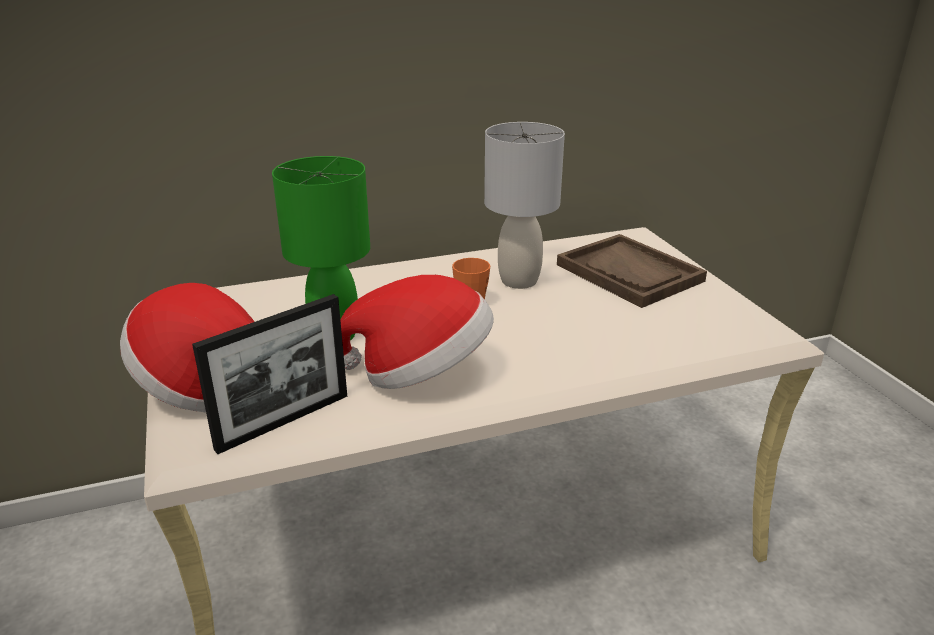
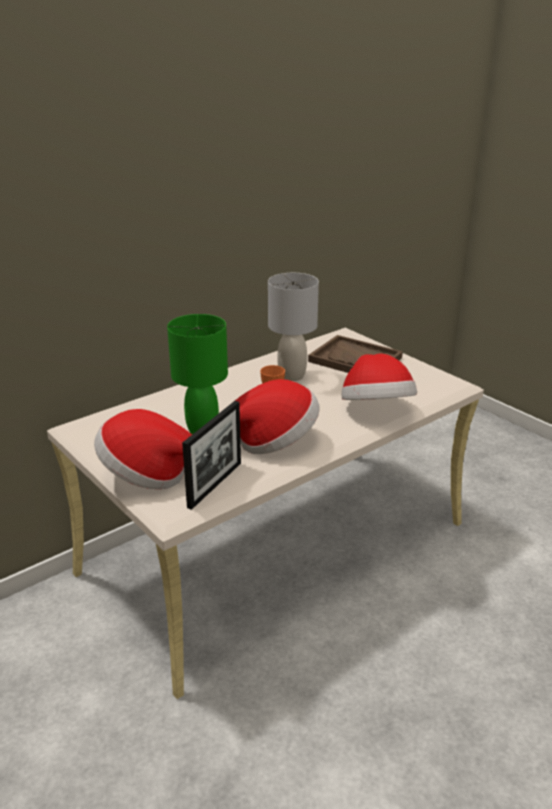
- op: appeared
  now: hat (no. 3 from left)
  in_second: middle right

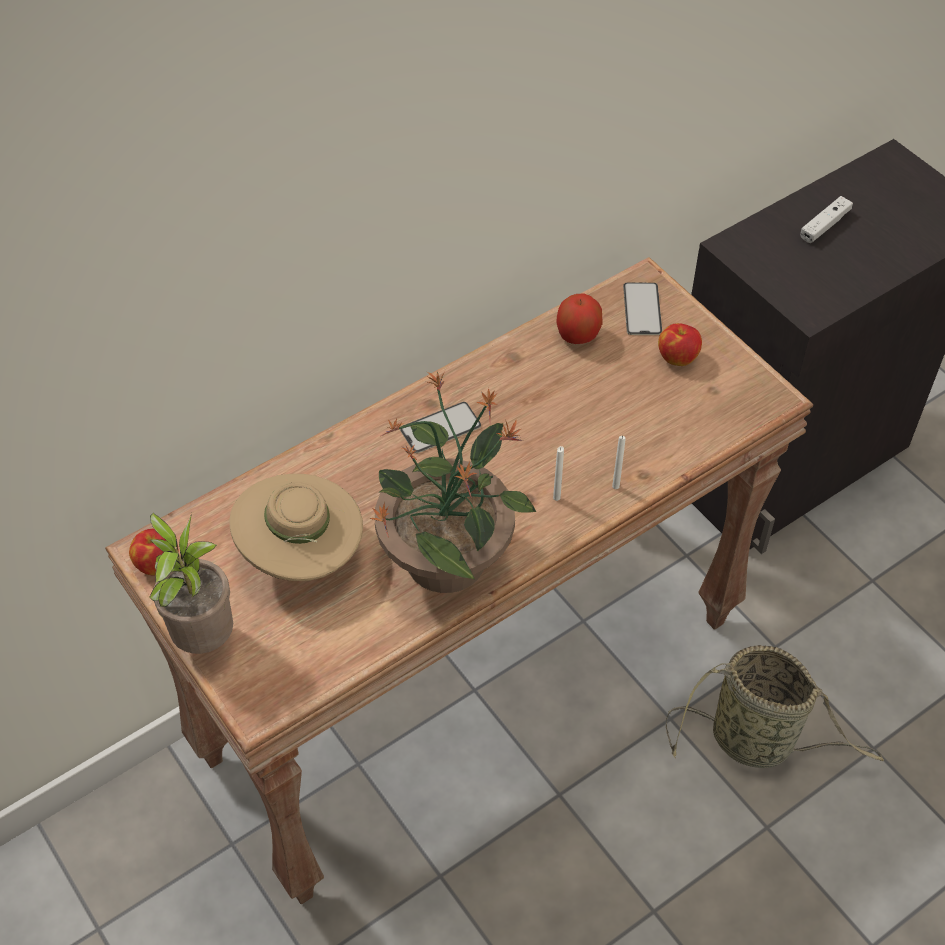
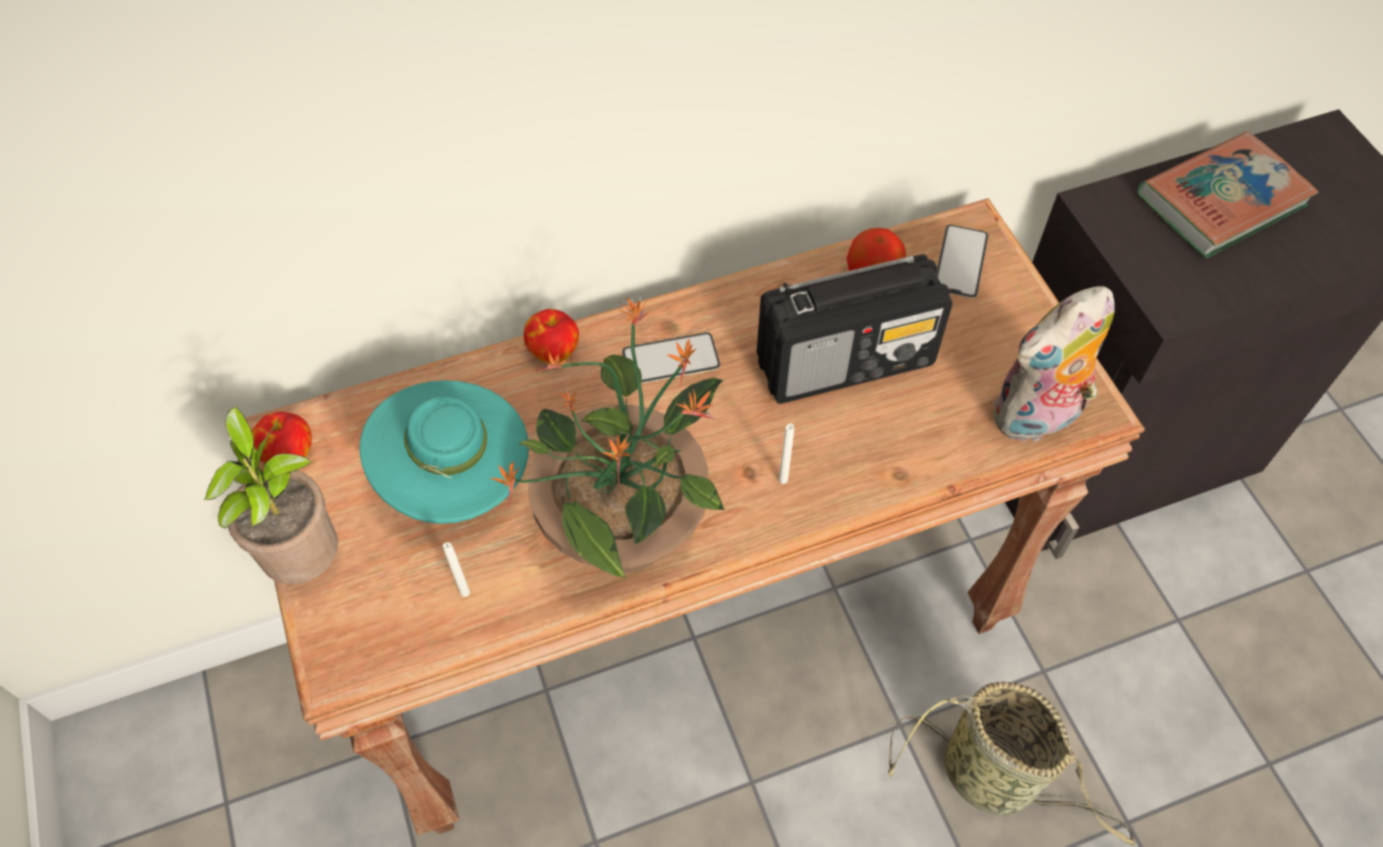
- op: colour
  was: beige_hat
  now: turquoise_hat
  in_first: middle left
  in_second: middle left
- op: relocated
  was: white_candle (no. 2 from left in the first image)
  now: white_candle (no. 1 from left)
  in_first: centre
  in_second: bottom left
- op: relocated
  was: apple (no. 3 from left in the first image)
  now: apple (no. 2 from left)
  in_first: middle right
  in_second: centre
- op: appeared
  now: radio
  in_second: centre
- op: appeared
  now: plush_toy
  in_second: middle right
- op: exchanged
  was: white_game_controller
  now: book
  in_first: top right
  in_second: top right

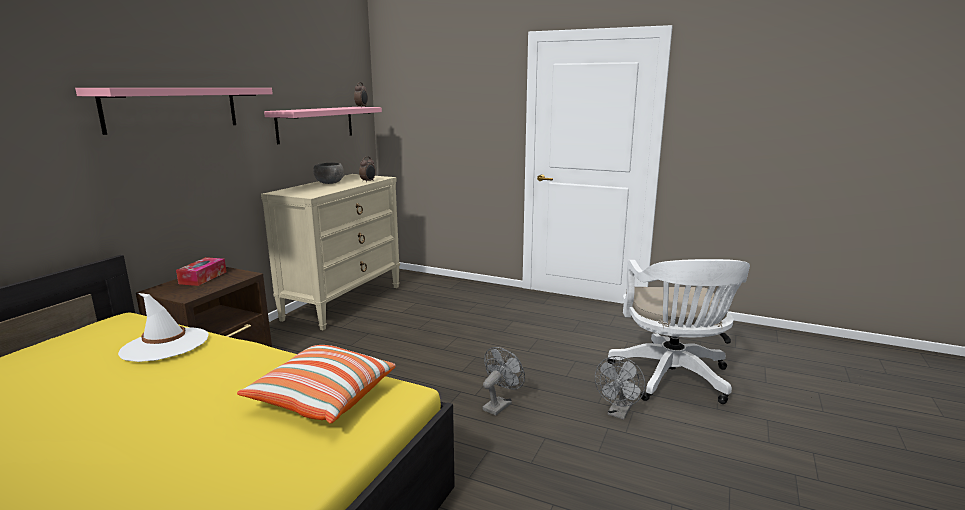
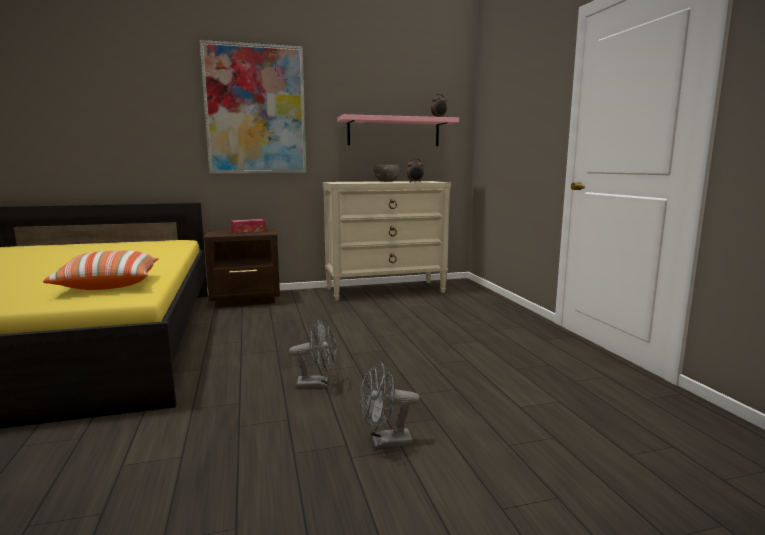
- op: exchanged
  was: pink_shelf (no. 1 from left)
  now: picture
  in_first: top left
  in_second: top left
- op: missing
  was: white_hat
  in_first: middle left
- op: missing
  was: white_office_chair
  in_first: middle right

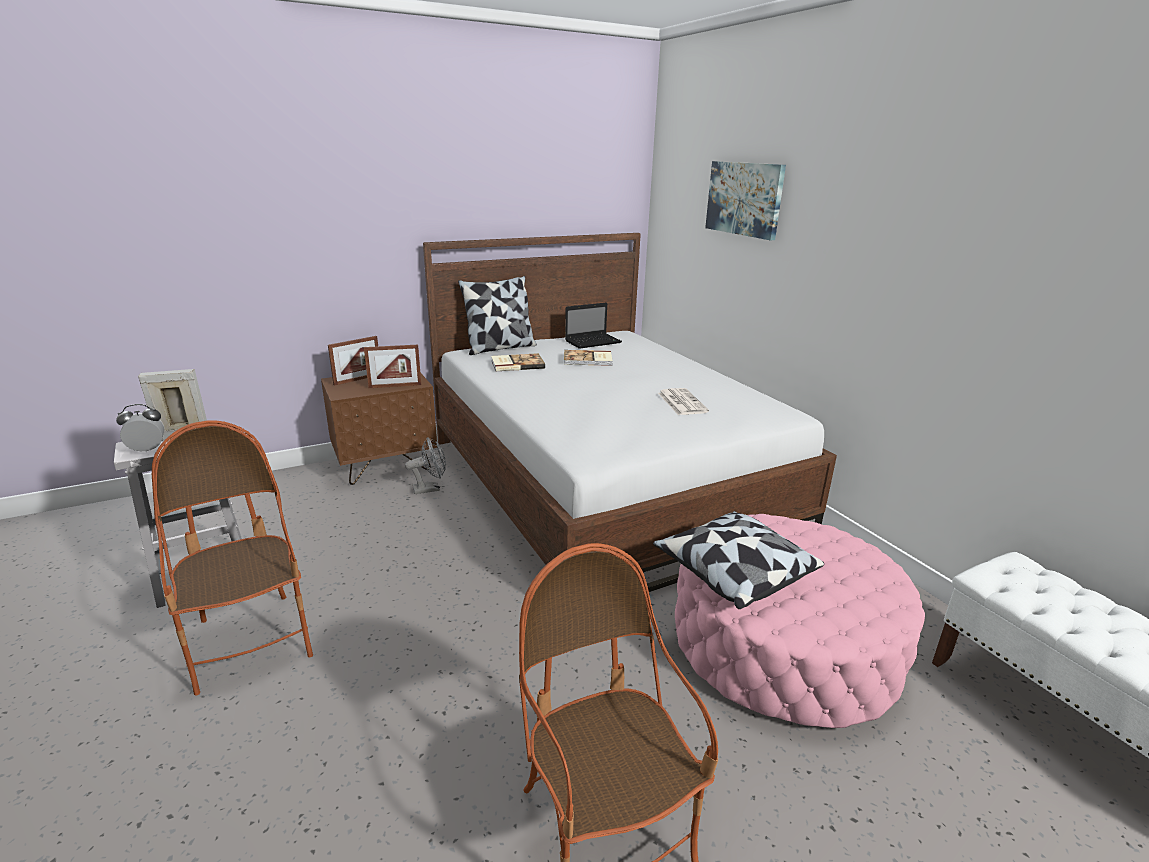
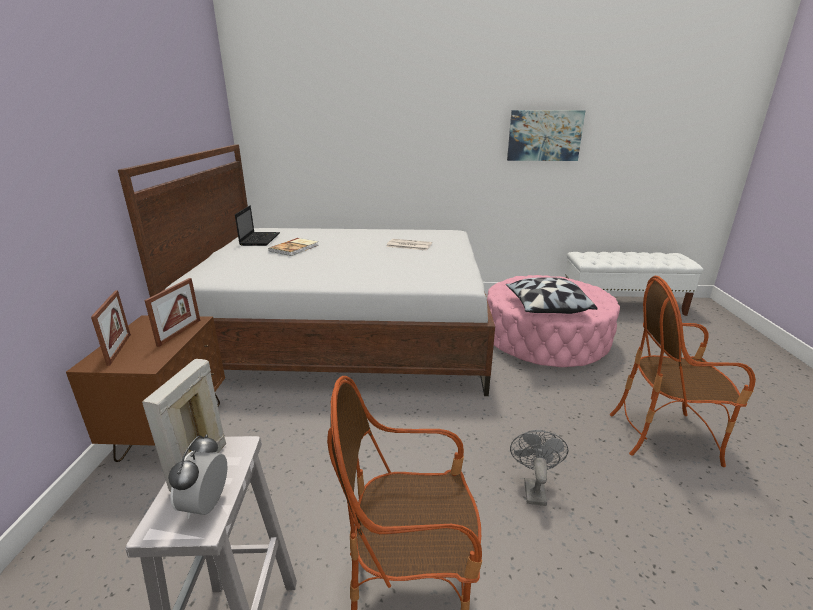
- op: relocated
  was: picture
  in_first: top centre
  in_second: top right
- op: relocated
  was: grey_fan
  in_first: centre
  in_second: bottom centre
- op: missing
  was: pillow (no. 1 from left)
  in_first: centre
- op: missing
  was: book (no. 1 from left)
  in_first: centre

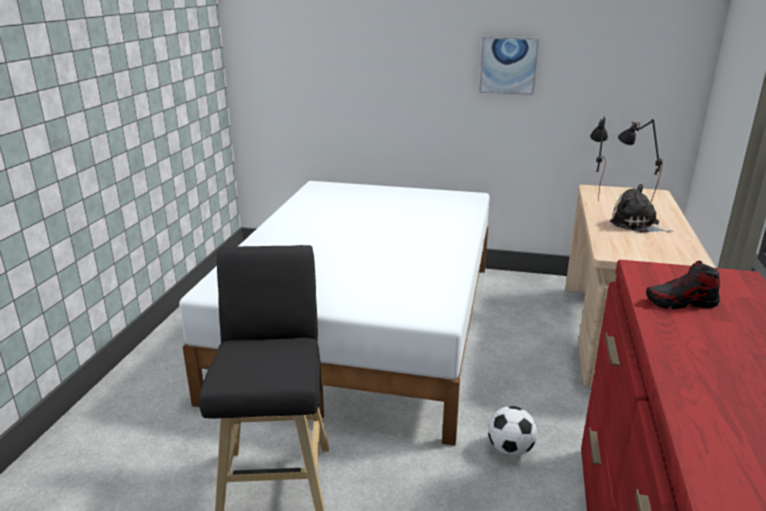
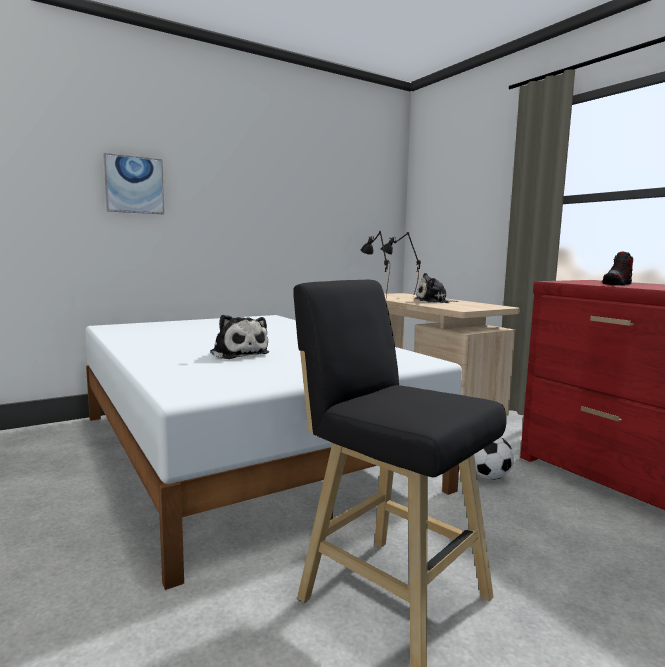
- op: relocated
  was: picture
  in_first: top centre
  in_second: top left
- op: appeared
  now: plush_toy (no. 1 from left)
  in_second: centre

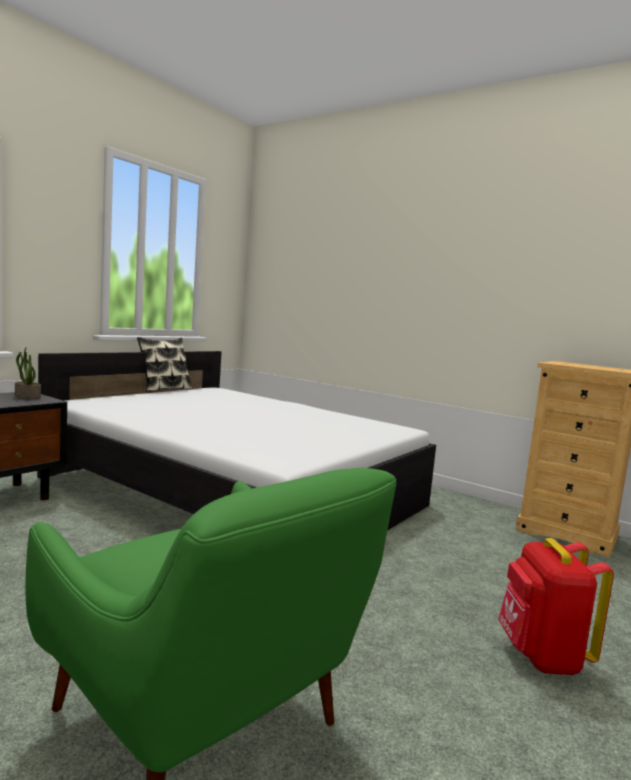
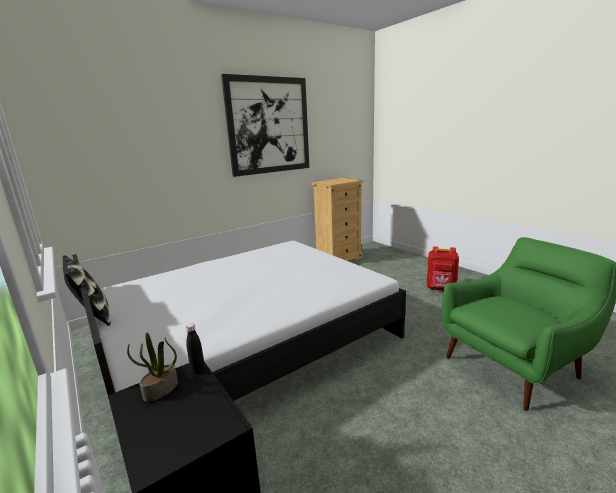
- op: appeared
  now: black_bottle
  in_second: bottom left
- op: appeared
  now: picture
  in_second: top centre

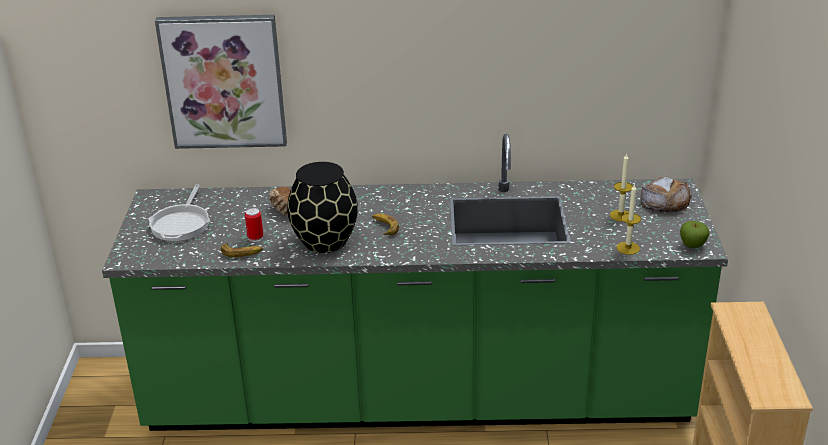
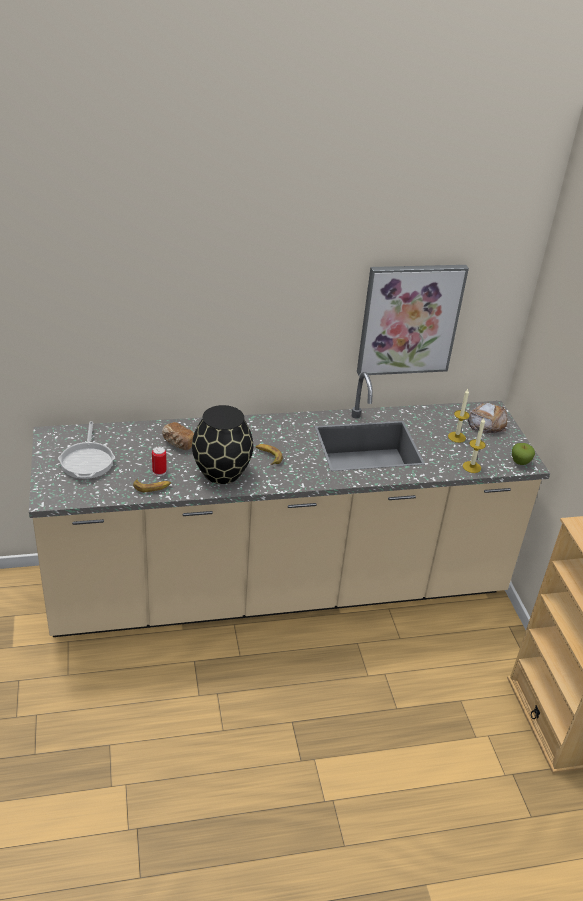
- op: colour
  was: green_counter
  now: beige_counter
  in_first: centre
  in_second: centre
- op: relocated
  was: picture
  in_first: top left
  in_second: middle right

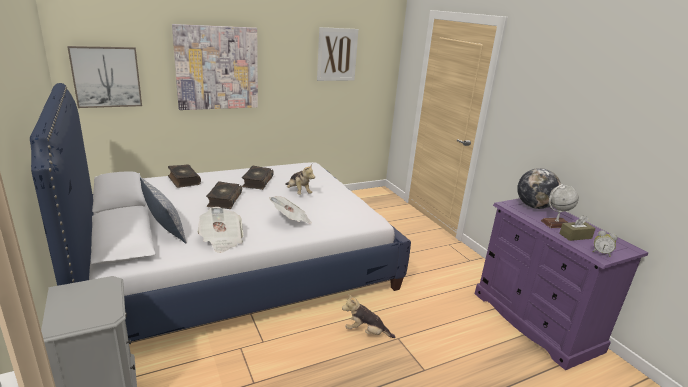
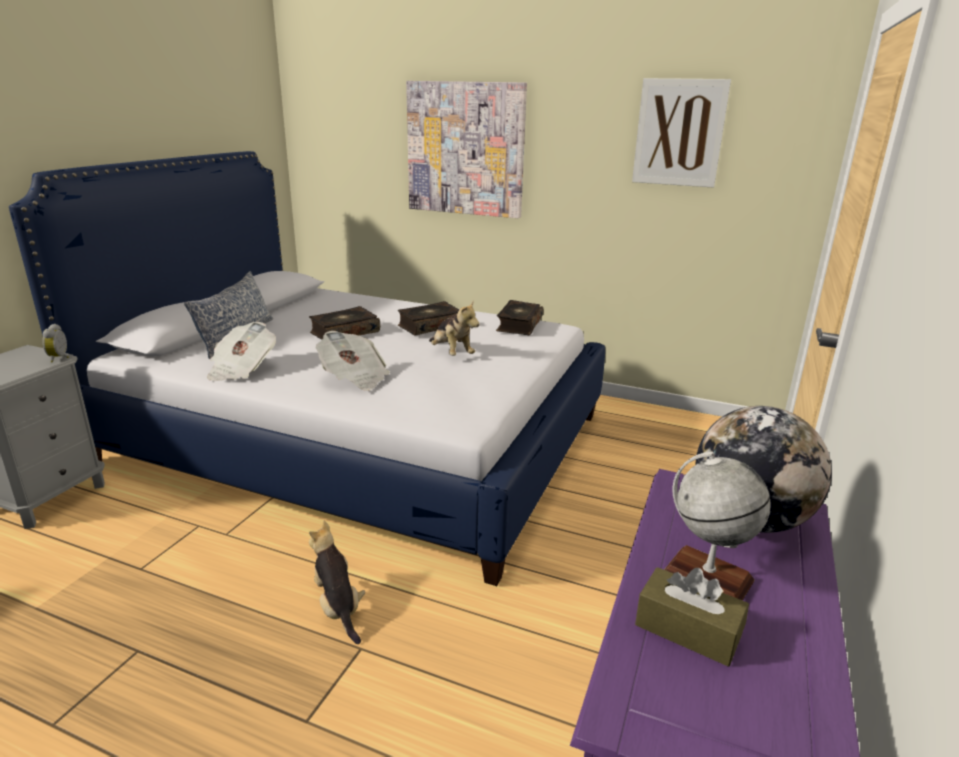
- op: relocated
  was: alarm_clock
  in_first: middle right
  in_second: middle left
- op: spun
  was: plush_toy (no. 1 from left in the first image)
  in_first: centre
  in_second: centre
  clockwise: -45
- op: relocated
  was: book (no. 1 from left in the first image)
  now: book (no. 3 from left)
  in_first: middle left
  in_second: centre
- op: missing
  was: picture (no. 1 from left)
  in_first: top left

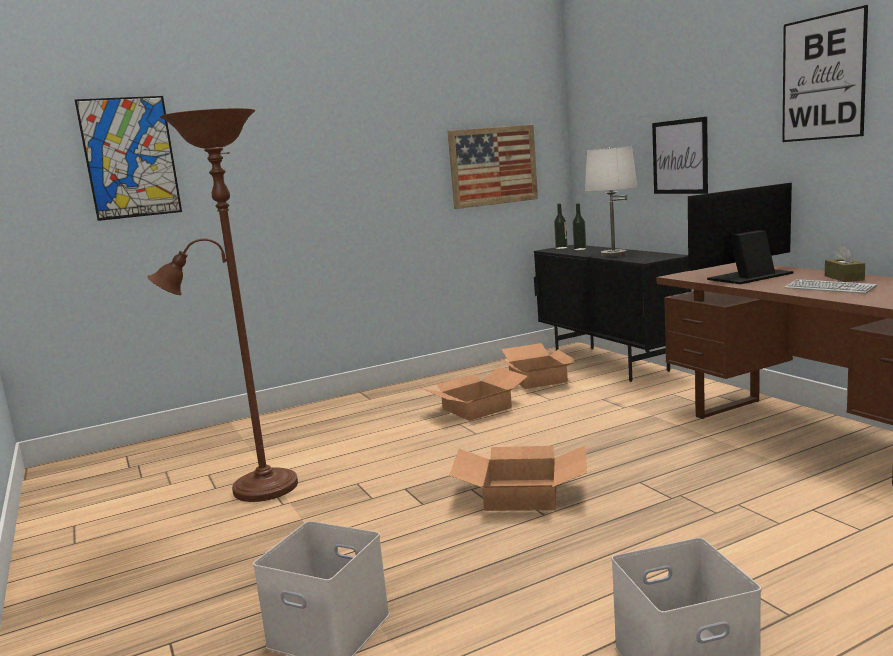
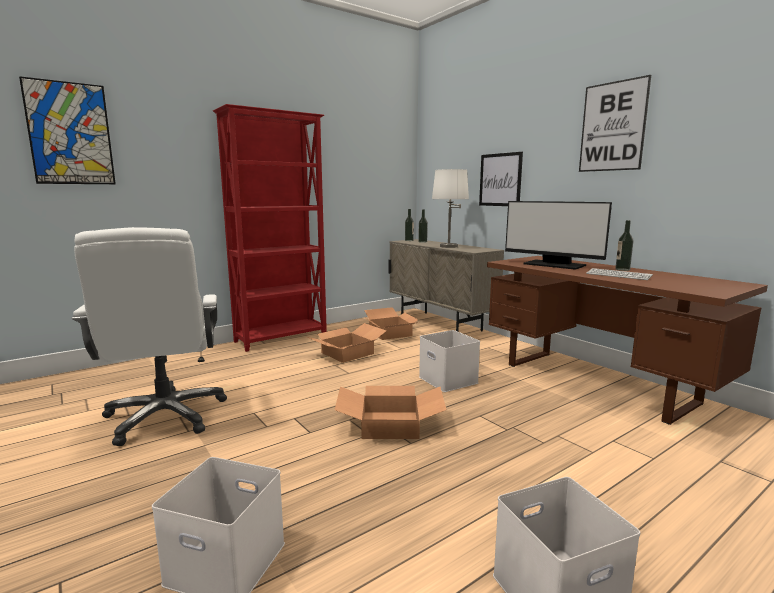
- op: exchanged
  was: brown_floor_lamp
  now: white_office_chair
  in_first: middle left
  in_second: middle left
- op: appeared
  now: red_bookcase
  in_second: centre
- op: colour
  was: black_cabinet
  now: beige_cabinet
  in_first: middle right
  in_second: centre
- op: appeared
  now: white_storage_box (no. 2 from left)
  in_second: centre
- op: spun
  was: monitor
  in_first: middle right
  in_second: middle right
  clockwise: -105
- op: exchanged
  was: brown_tissue_box
  now: bottle (no. 3 from left)
  in_first: middle right
  in_second: middle right
- op: missing
  was: picture (no. 2 from left)
  in_first: top centre

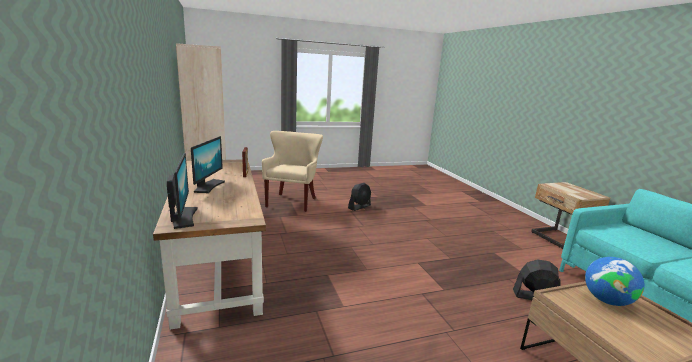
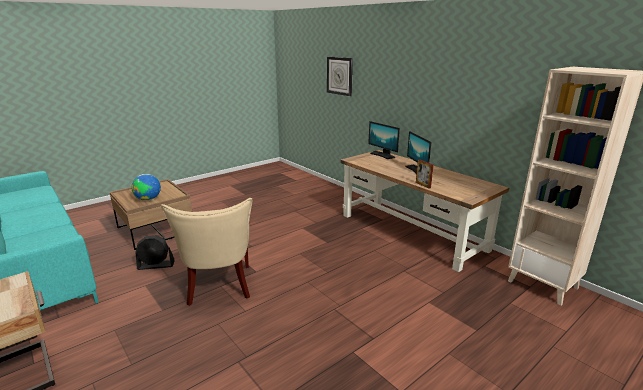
- op: relocated
  was: beige_armchair
  in_first: centre
  in_second: middle left
- op: appeared
  now: wall_clock
  in_second: top centre
- op: missing
  was: black_fan (no. 1 from left)
  in_first: centre

